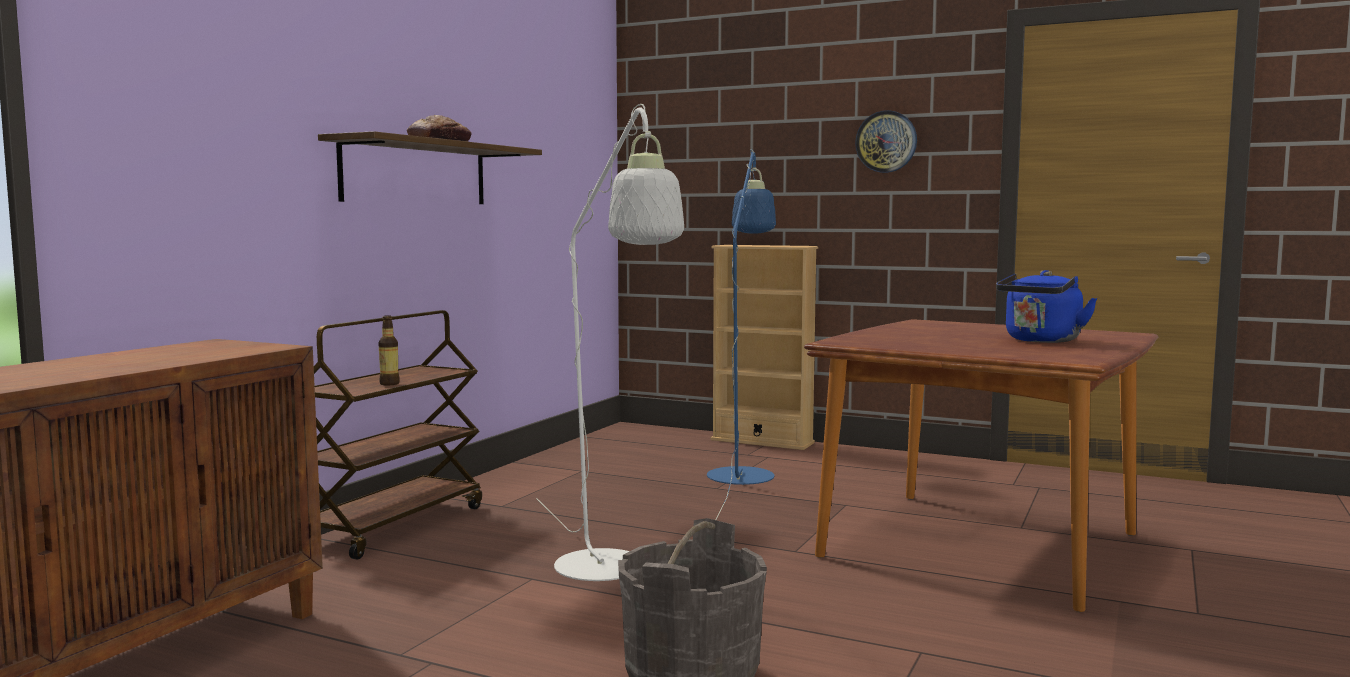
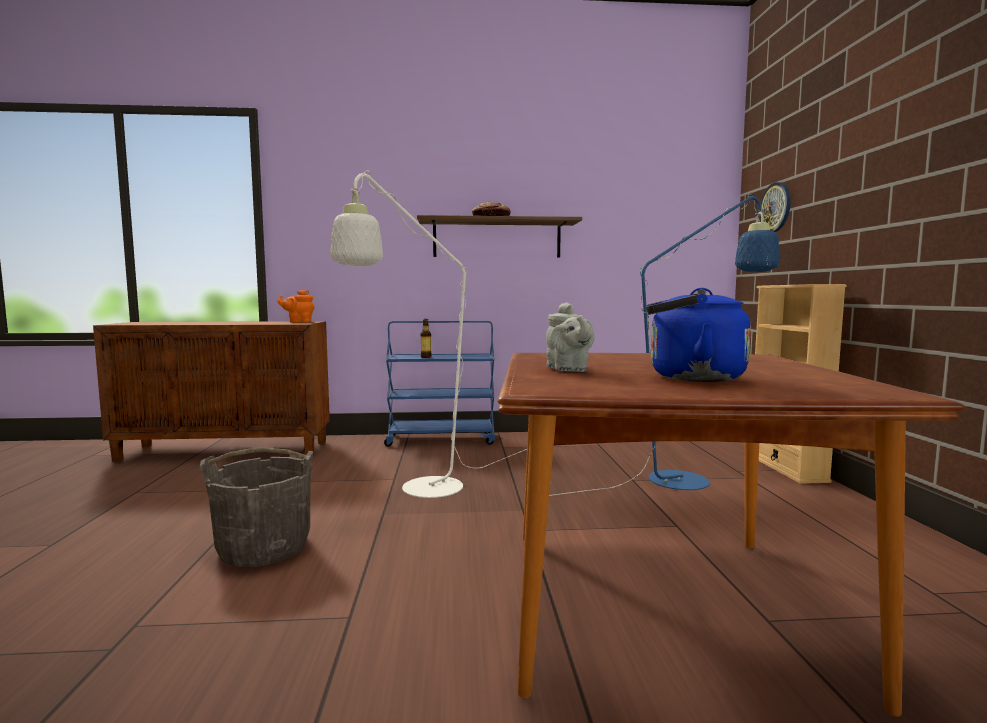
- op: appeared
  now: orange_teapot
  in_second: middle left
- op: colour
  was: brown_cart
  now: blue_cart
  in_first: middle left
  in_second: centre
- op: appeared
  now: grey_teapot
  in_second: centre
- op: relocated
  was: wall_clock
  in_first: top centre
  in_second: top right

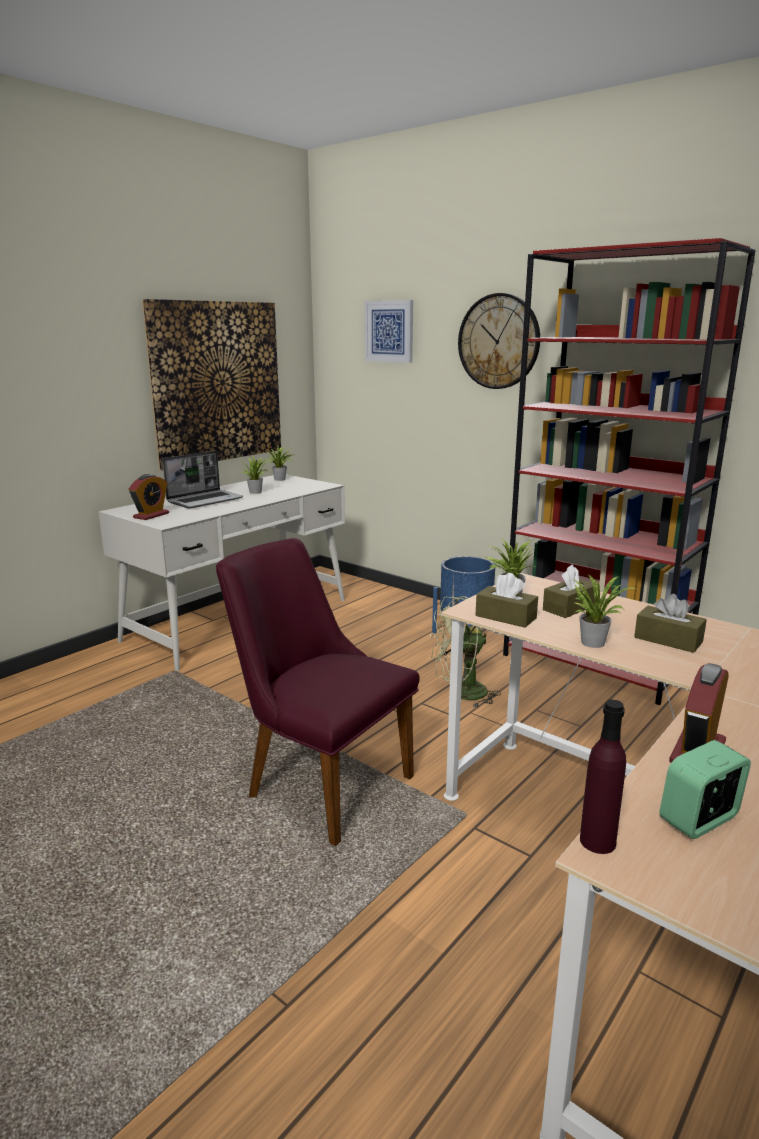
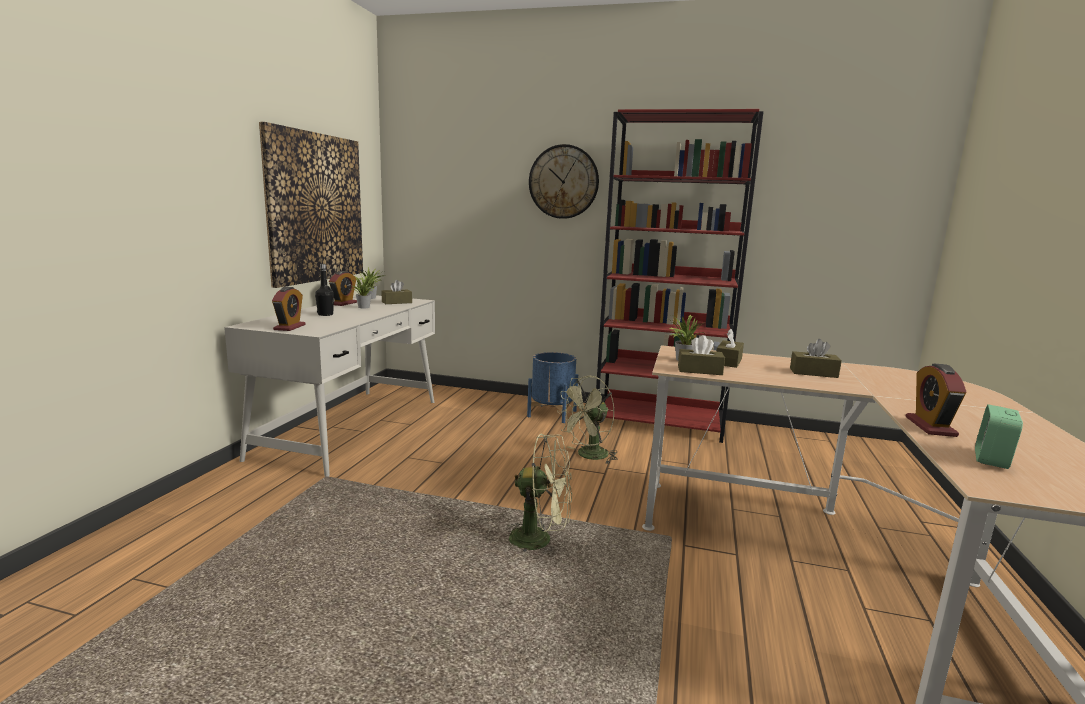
- op: exchanged
  was: laptop
  now: black_bottle
  in_first: middle left
  in_second: middle left
- op: appeared
  now: alarm_clock (no. 2 from left)
  in_second: middle left
- op: appeared
  now: brown_tissue_box (no. 1 from left)
  in_second: centre
- op: exchanged
  was: purple_chair
  now: green_fan (no. 1 from left)
  in_first: centre
  in_second: bottom centre
- op: missing
  was: picture (no. 2 from left)
  in_first: top centre
- op: missing
  was: potted_plant (no. 4 from left)
  in_first: middle right
- op: missing
  was: purple_bottle
  in_first: bottom right

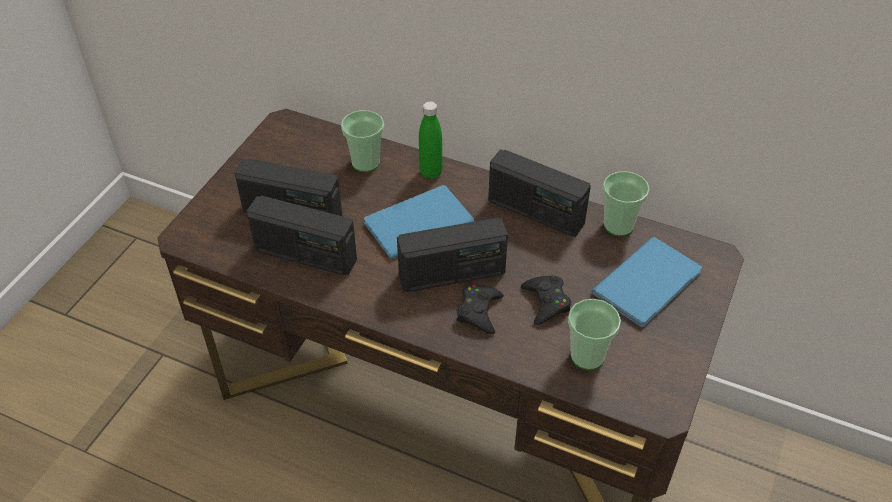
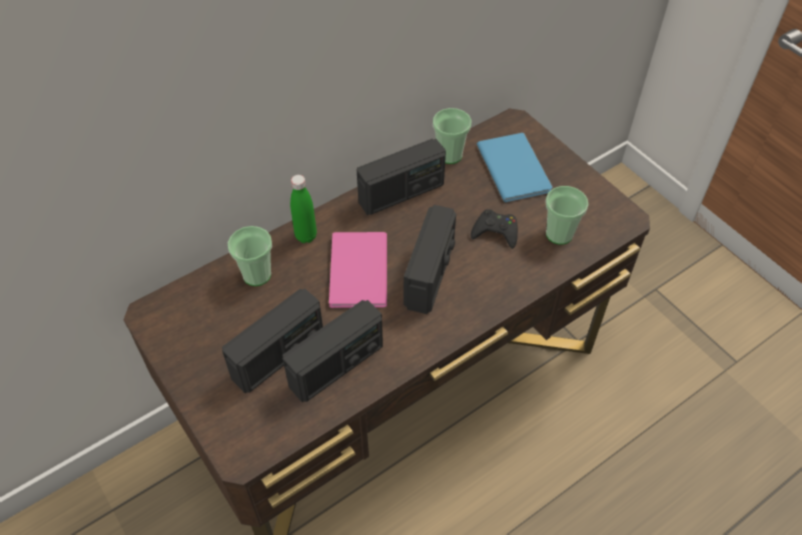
- op: colour
  was: blue_book (no. 1 from left)
  now: pink_book
  in_first: centre
  in_second: centre
- op: missing
  was: black_game_controller (no. 1 from left)
  in_first: centre

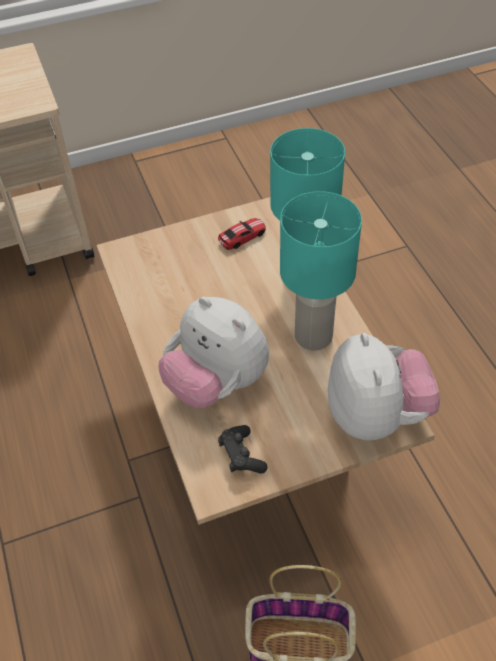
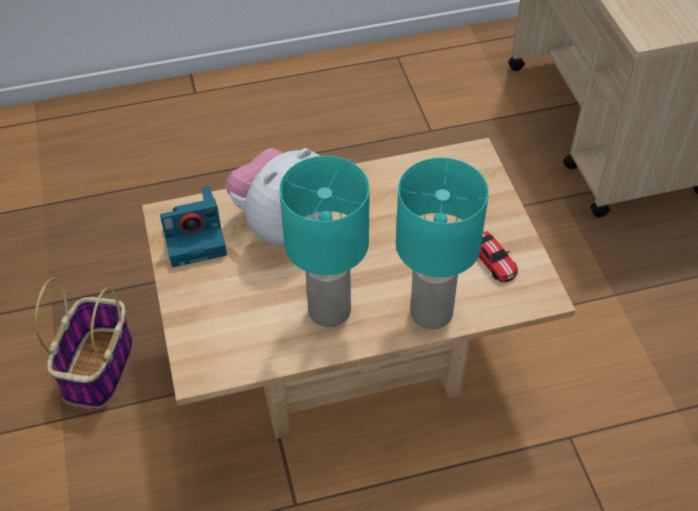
- op: exchanged
  was: black_game_controller
  now: photo_camera
  in_first: bottom centre
  in_second: middle left
- op: missing
  was: plush_toy (no. 2 from left)
  in_first: middle right

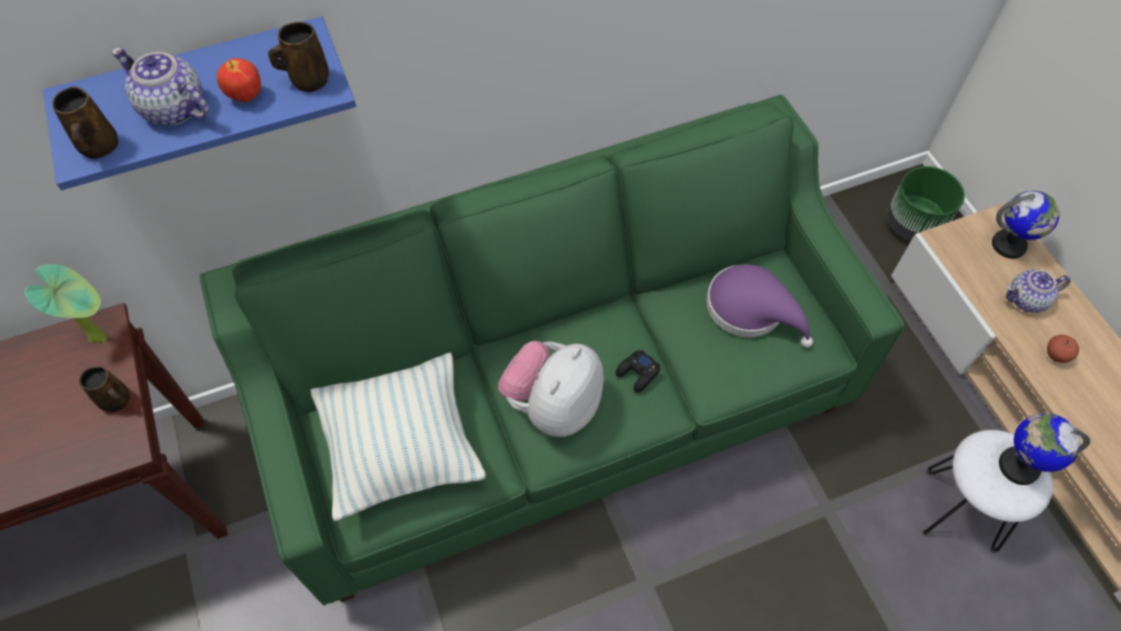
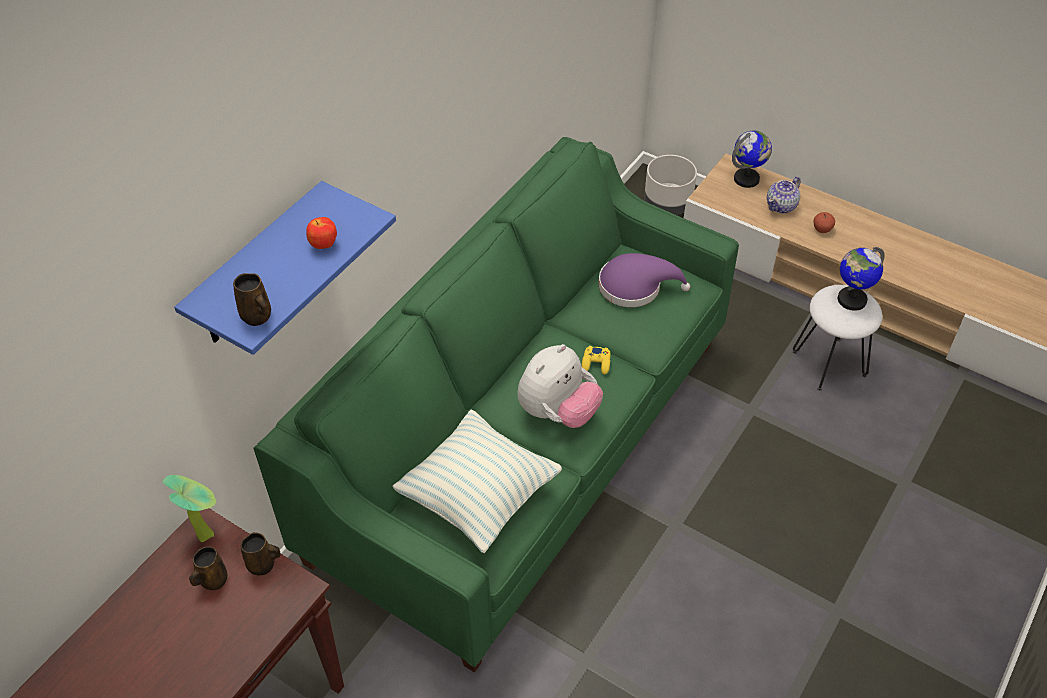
- op: relocated
  was: brown_mug (no. 3 from left in the first image)
  now: brown_mug (no. 1 from left)
  in_first: top left
  in_second: bottom left
- op: spun
  was: plush_toy
  in_first: centre
  in_second: centre
  clockwise: -135
- op: colour
  was: black_game_controller
  now: yellow_game_controller
  in_first: centre
  in_second: centre
- op: colour
  was: green_planter
  now: grey_planter
  in_first: top right
  in_second: top centre
- op: missing
  was: teapot (no. 1 from left)
  in_first: top left

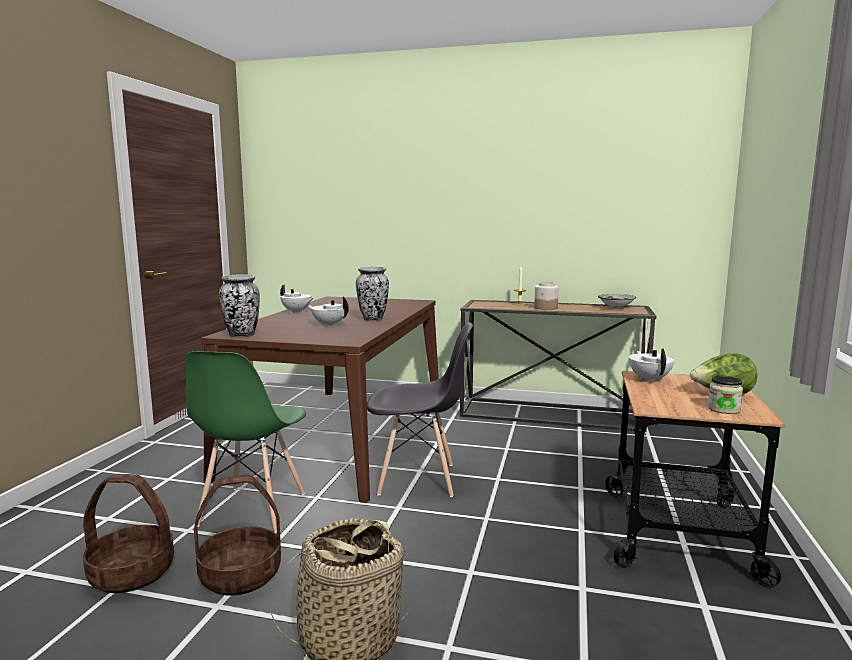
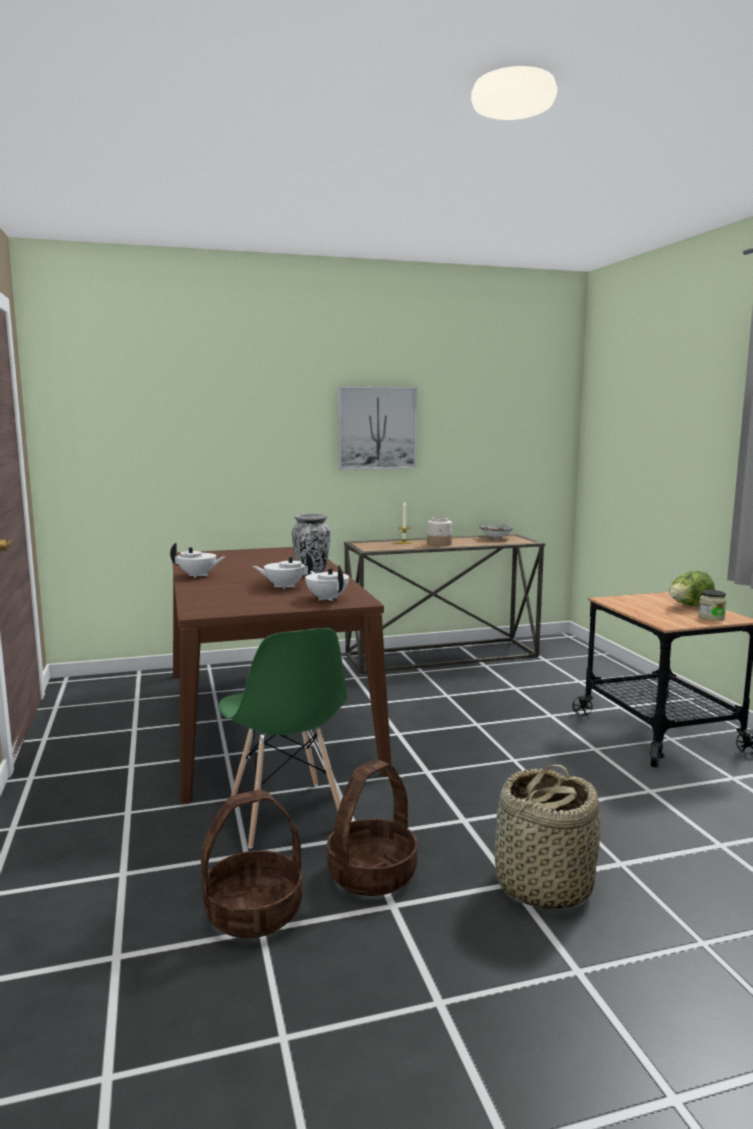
- op: relocated
  was: white_teapot (no. 3 from left)
  in_first: middle right
  in_second: centre
- op: appeared
  now: picture
  in_second: centre
- op: missing
  was: vase (no. 1 from left)
  in_first: middle left
- op: missing
  was: grey_chair
  in_first: centre

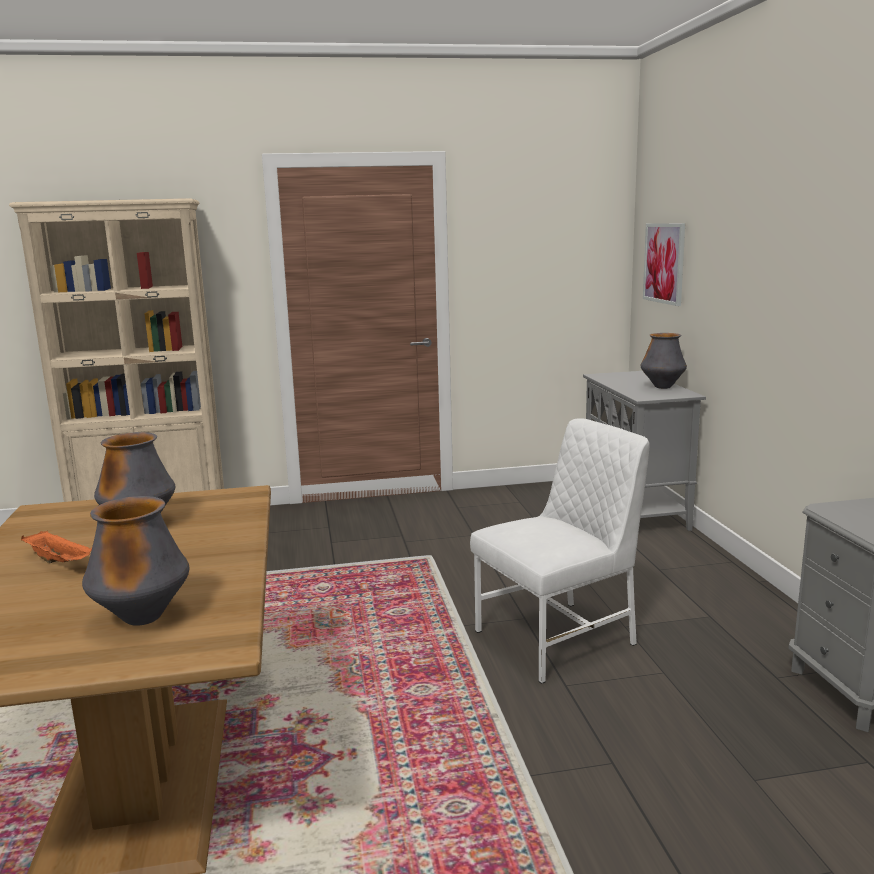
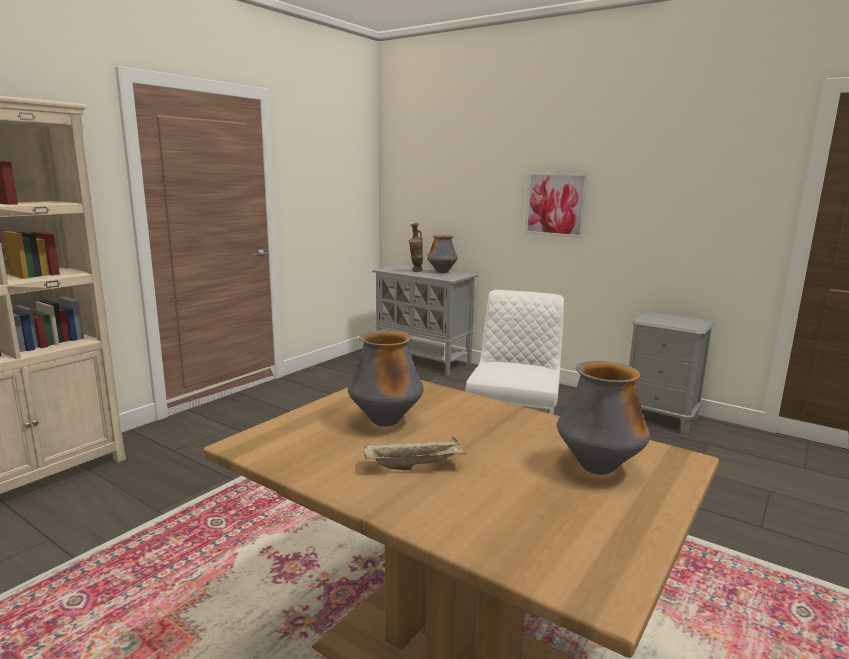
- op: colour
  was: orange_tray
  now: beige_tray
  in_first: middle left
  in_second: bottom centre
- op: appeared
  now: vase (no. 2 from left)
  in_second: centre
- op: relocated
  was: picture
  in_first: top right
  in_second: top centre

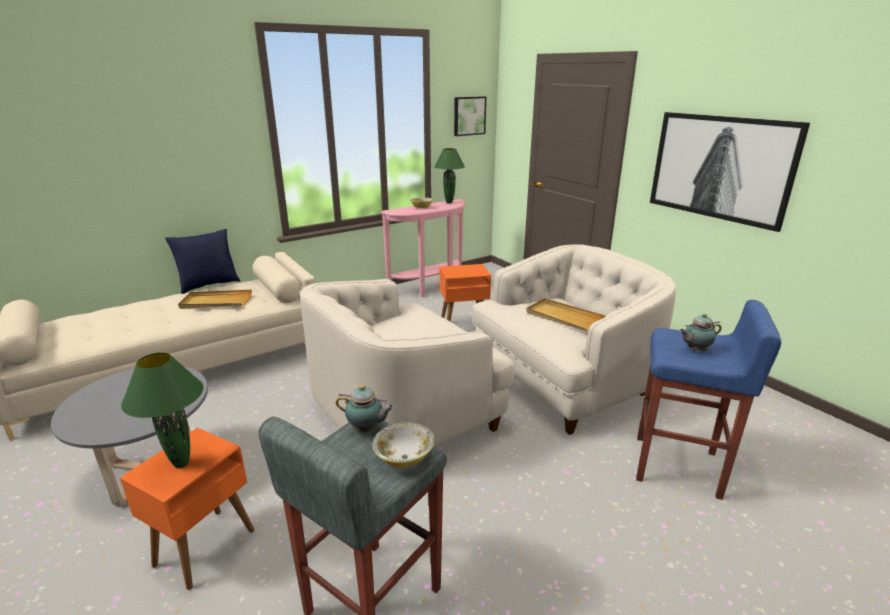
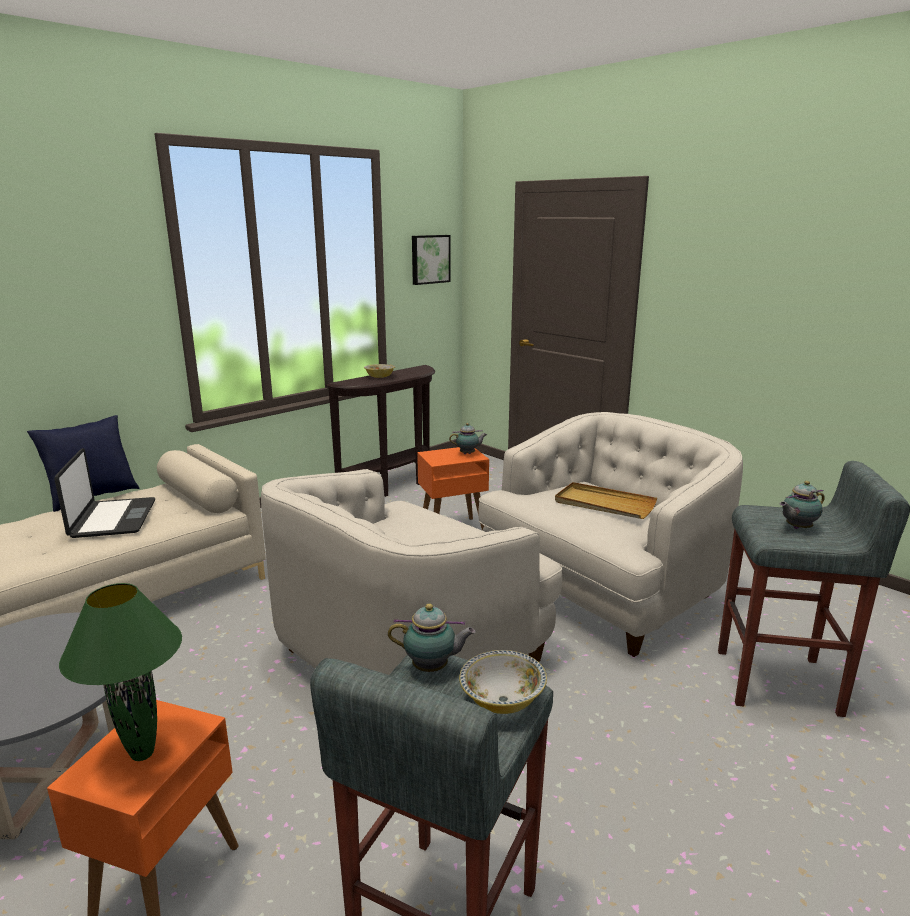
- op: exchanged
  was: beige_tray (no. 1 from left)
  now: laptop
  in_first: middle left
  in_second: middle left
- op: colour
  was: pink_console_table
  now: brown_console_table
  in_first: centre
  in_second: centre
- op: appeared
  now: teapot (no. 2 from left)
  in_second: centre
- op: colour
  was: blue_stool
  now: grey_stool (no. 2 from left)
  in_first: middle right
  in_second: middle right
- op: missing
  was: green_table_lamp (no. 2 from left)
  in_first: top centre
- op: missing
  was: picture (no. 2 from left)
  in_first: top right

